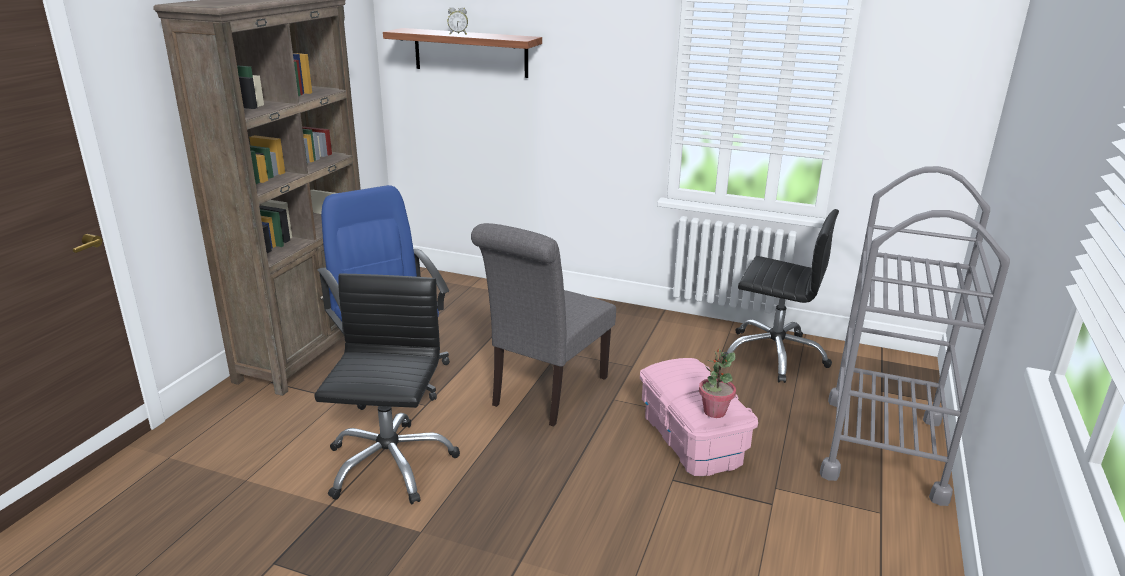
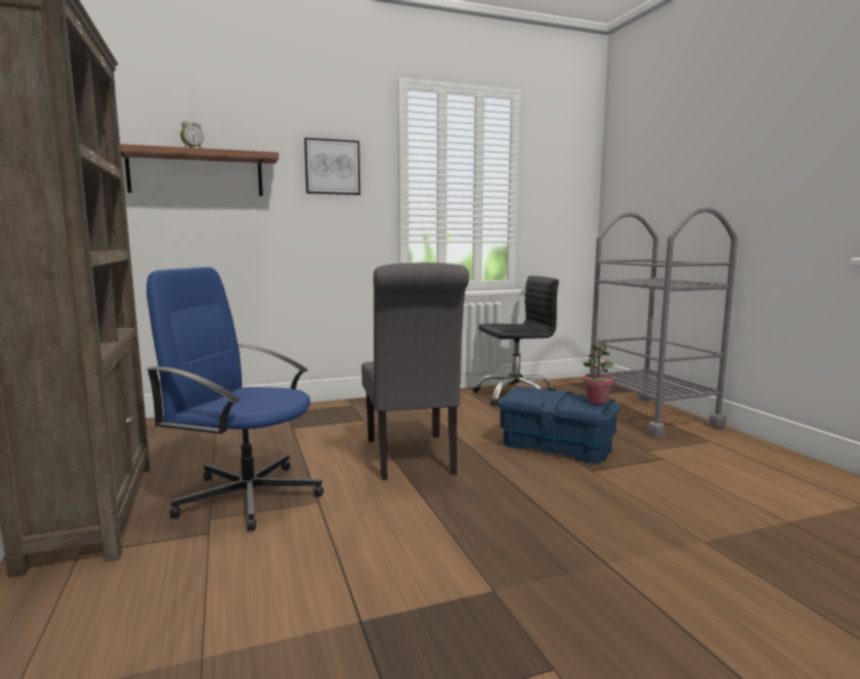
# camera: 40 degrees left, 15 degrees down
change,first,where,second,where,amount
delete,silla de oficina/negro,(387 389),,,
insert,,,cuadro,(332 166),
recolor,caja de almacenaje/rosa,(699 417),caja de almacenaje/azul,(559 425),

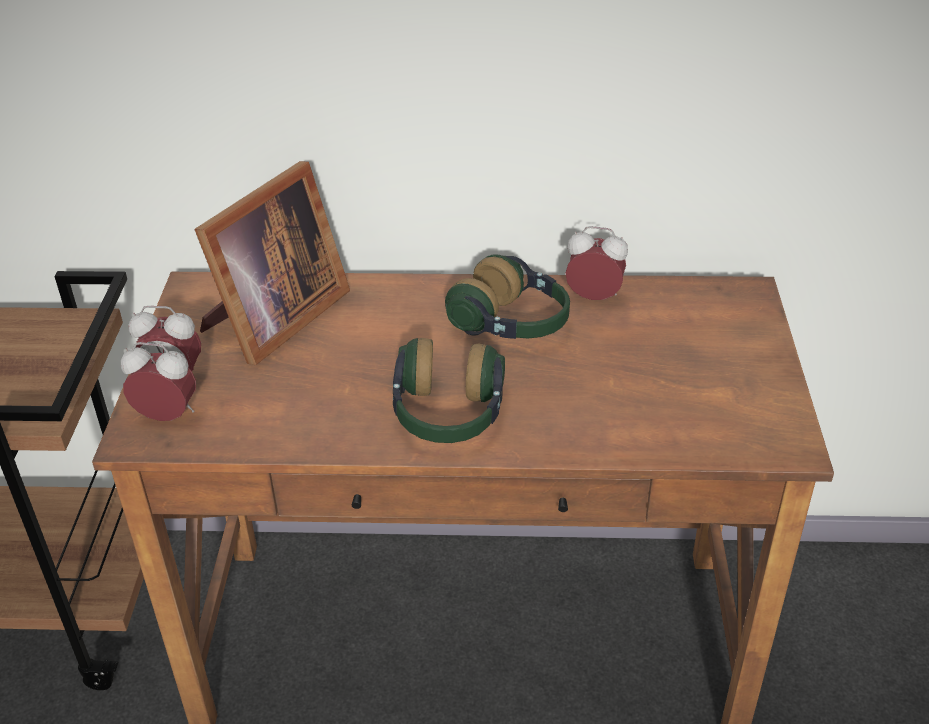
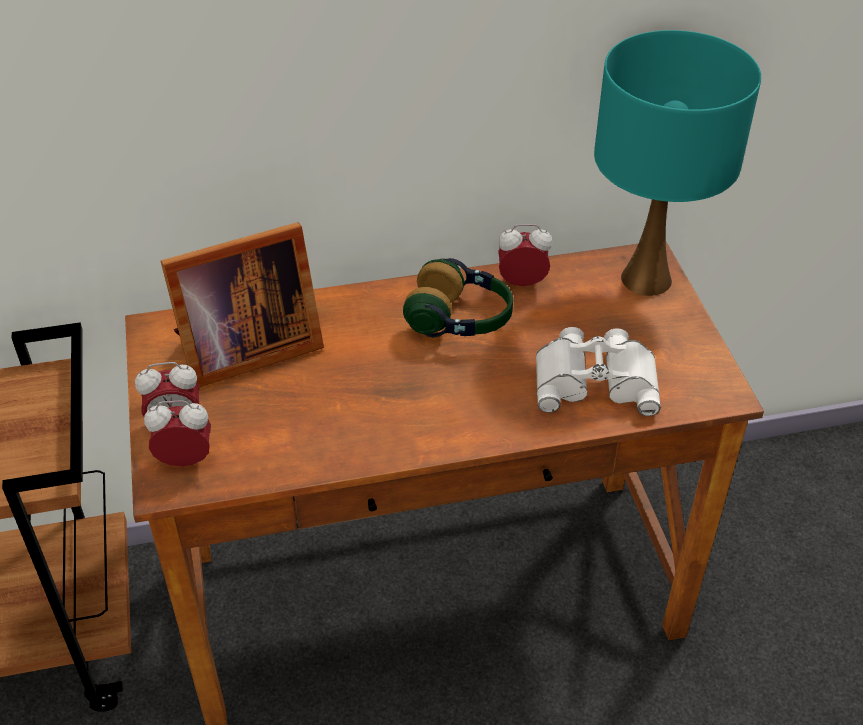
# camera: 15 degrees left, 5 degrees up
change,first,where,second,where,amount
delete,auriculares,(449 390),,,
insert,,,prismáticos/blanco,(598 371),
insert,,,lámpara de mesa/turquesa,(677 163),
rotate,portarretratos,(272 263),,(242 304),45 degrees clockwise

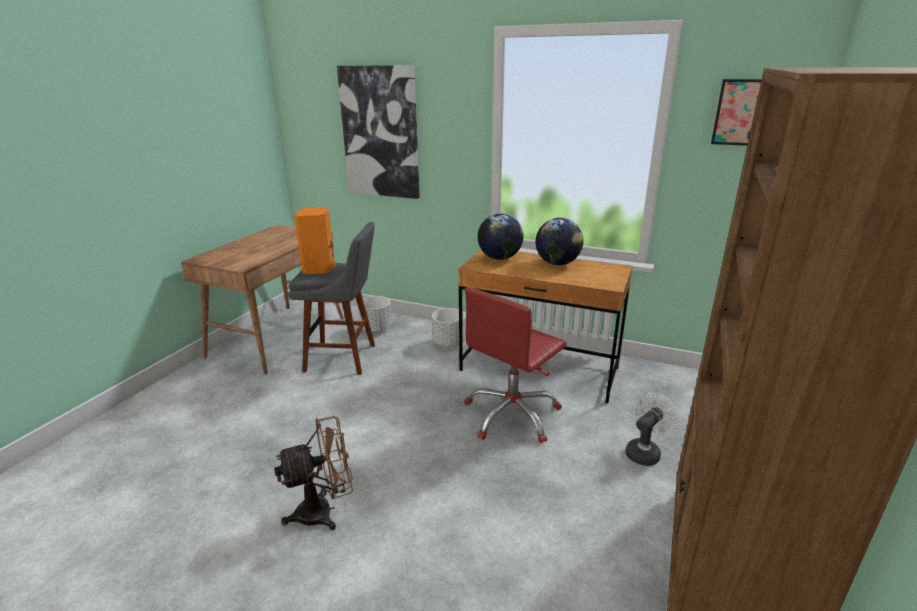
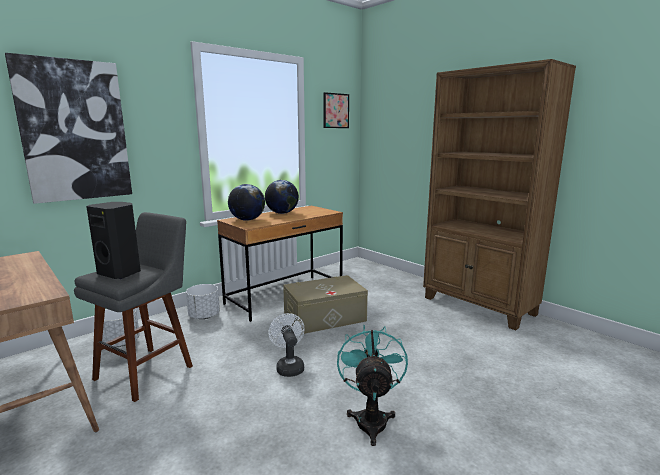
# camera: 65 degrees left, 10 degrees down
change,first,where,second,where,amount
move,ventilador/blanco,(652 429),,(287 345),
replace,silla de oficina/rojo,(515 365),caja de almacenaje/beis,(325 304),
recolor,ventilador/marrón,(313 473),ventilador/turquesa,(372 385),
recolor,altavoz/naranja,(314 240),altavoz/negro,(113 240),

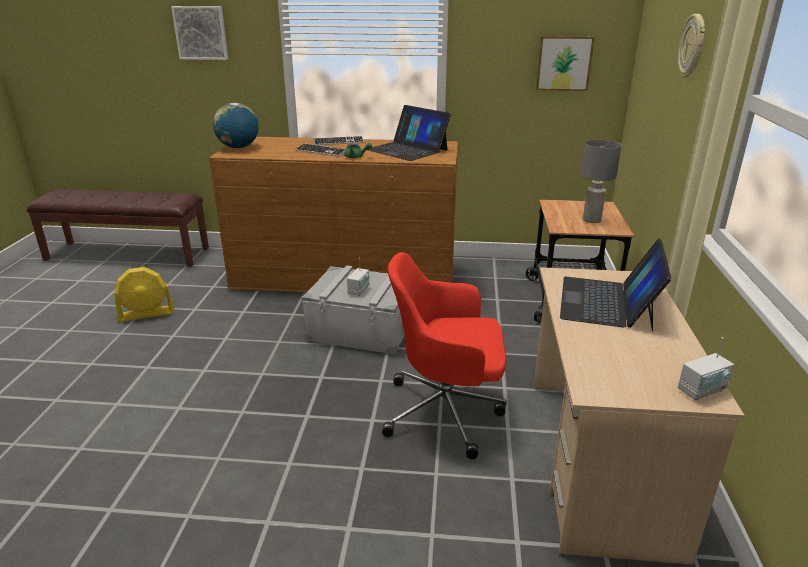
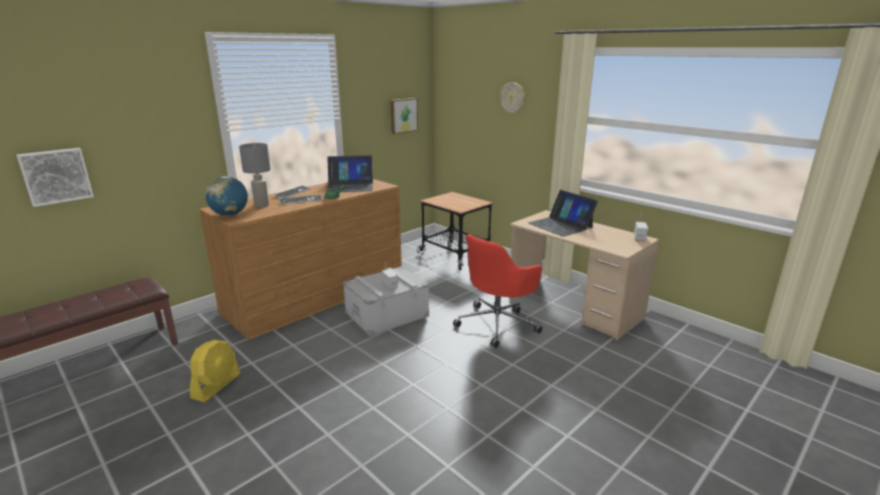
# camera: 50 degrees left, 5 degrees down
change,first,where,second,where,amount
move,cuadro,(199 33),,(55 177),
move,lámpara de mesa/gris,(601 181),,(255 175),

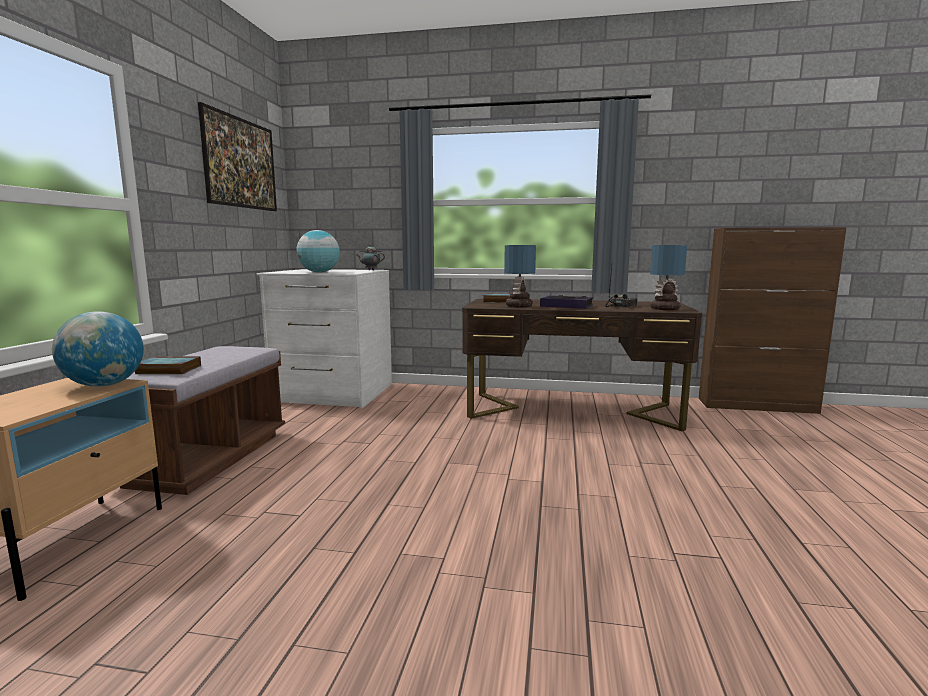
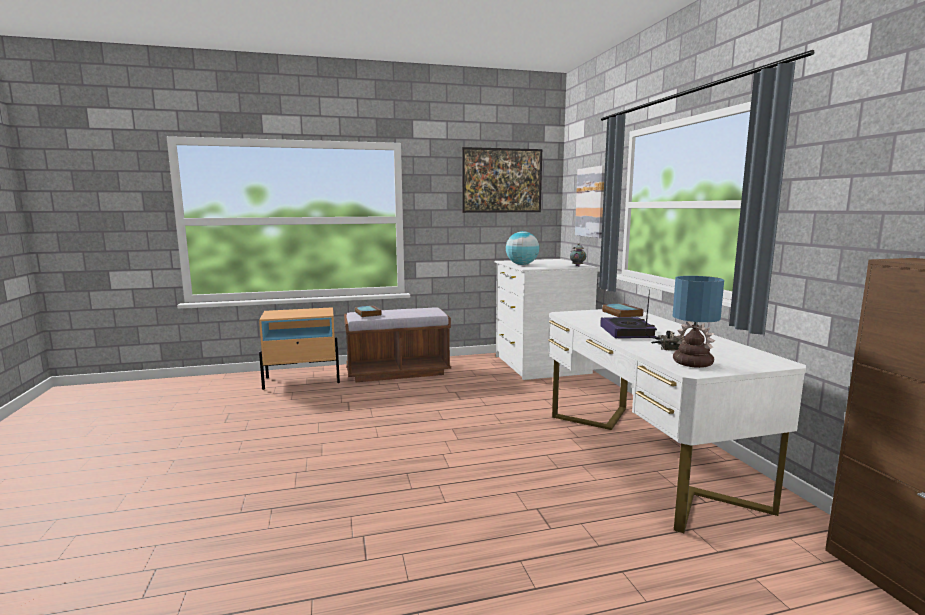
# camera: 65 degrees right, 0 degrees up
change,first,where,second,where,amount
delete,globo terráqueo,(98 349),,,
delete,lámpara de mesa,(520 276),,,
insert,,,cuadro,(590 201),
recolor,escritorio/marrón,(582 365),escritorio/blanco,(677 421),

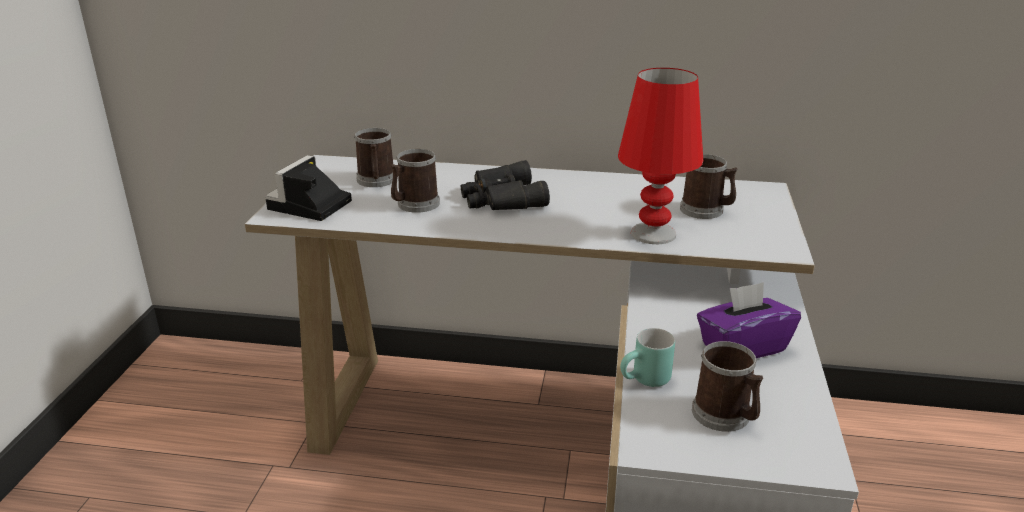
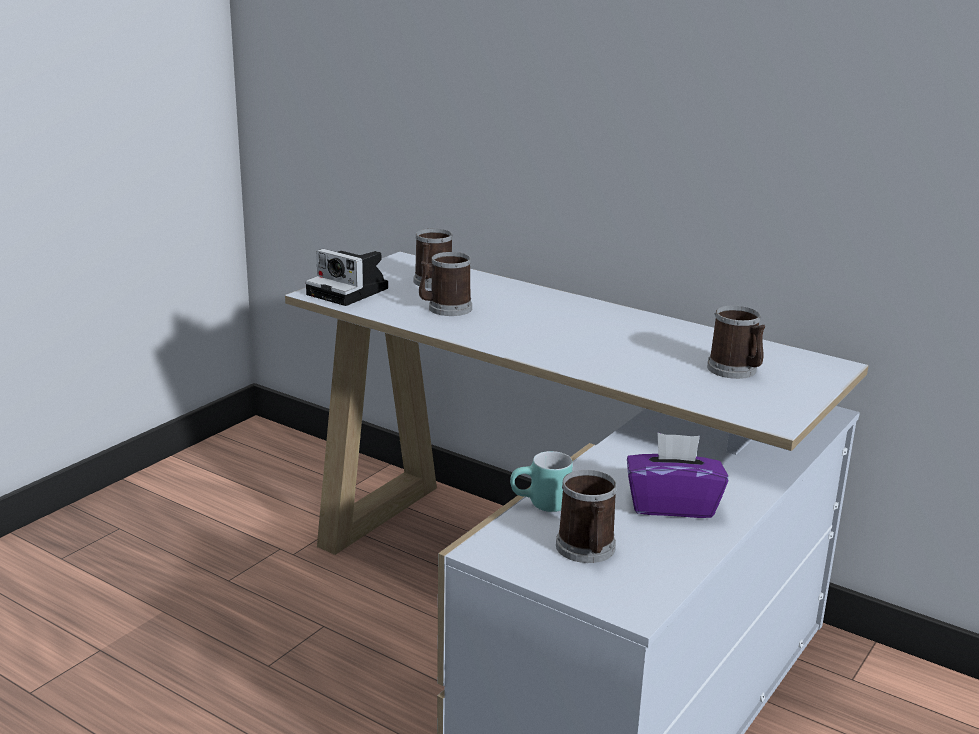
# camera: 25 degrees right, 5 degrees down
change,first,where,second,where,amount
delete,prismáticos/negro,(505 185),,,
delete,lámpara de mesa/rojo,(660 156),,,
rotate,cámara,(308 188),,(347 277),105 degrees counterclockwise

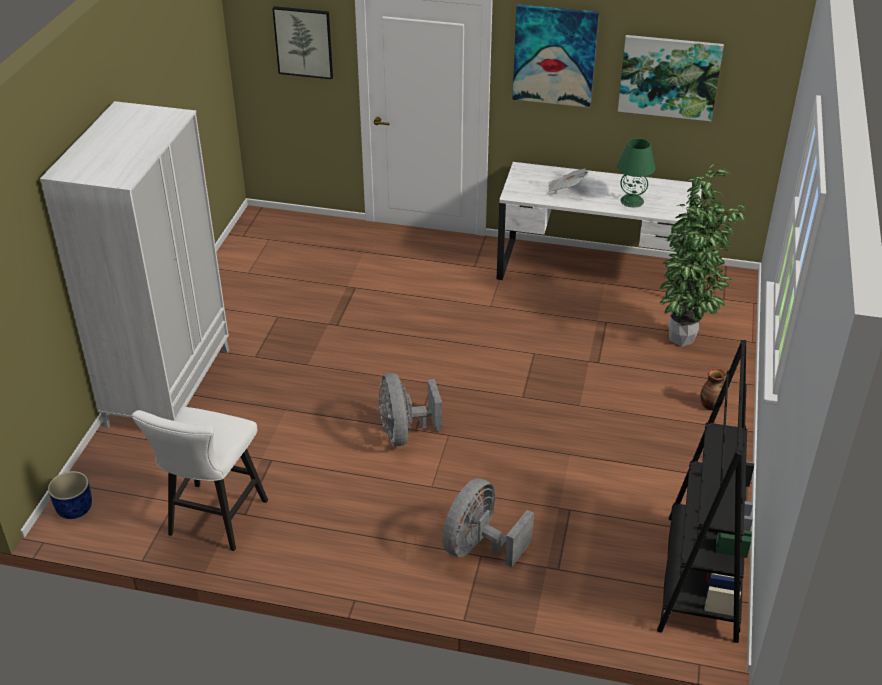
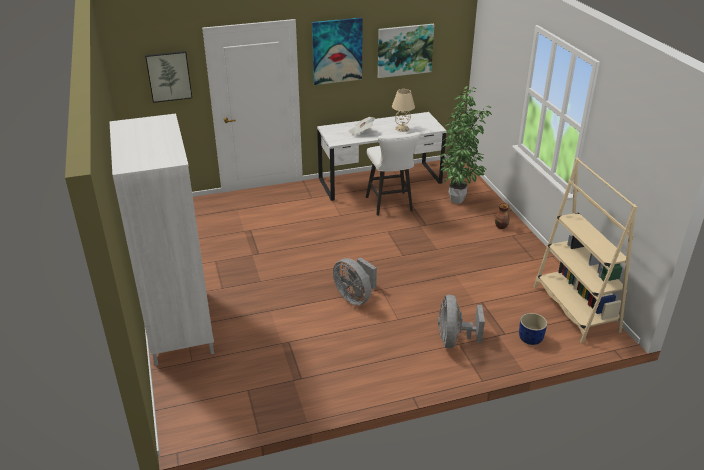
# camera: 30 degrees left, 5 degrees down
change,first,where,second,where,amount
move,maceta/azul,(70 495),,(533 329),
move,taburete/blanco,(200 479),,(393 174),
recolor,lámpara de mesa/verde,(636 172),lámpara de mesa/beis,(403 110),
recolor,estantería/negro,(705 491),estantería/beis,(586 250),

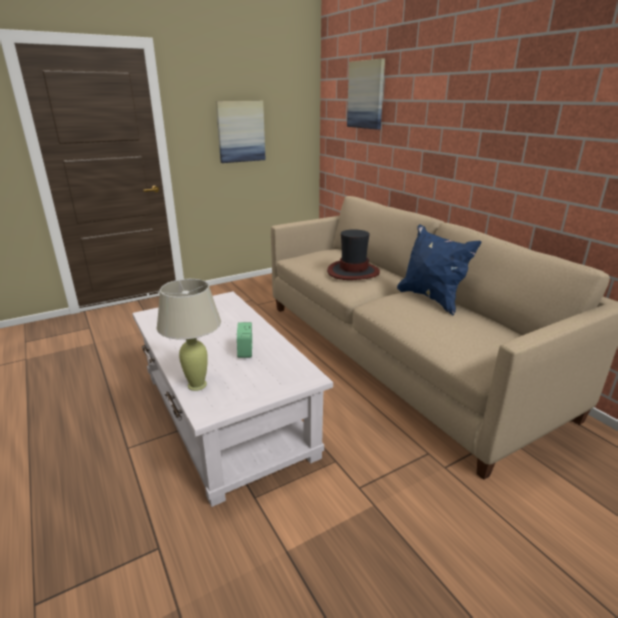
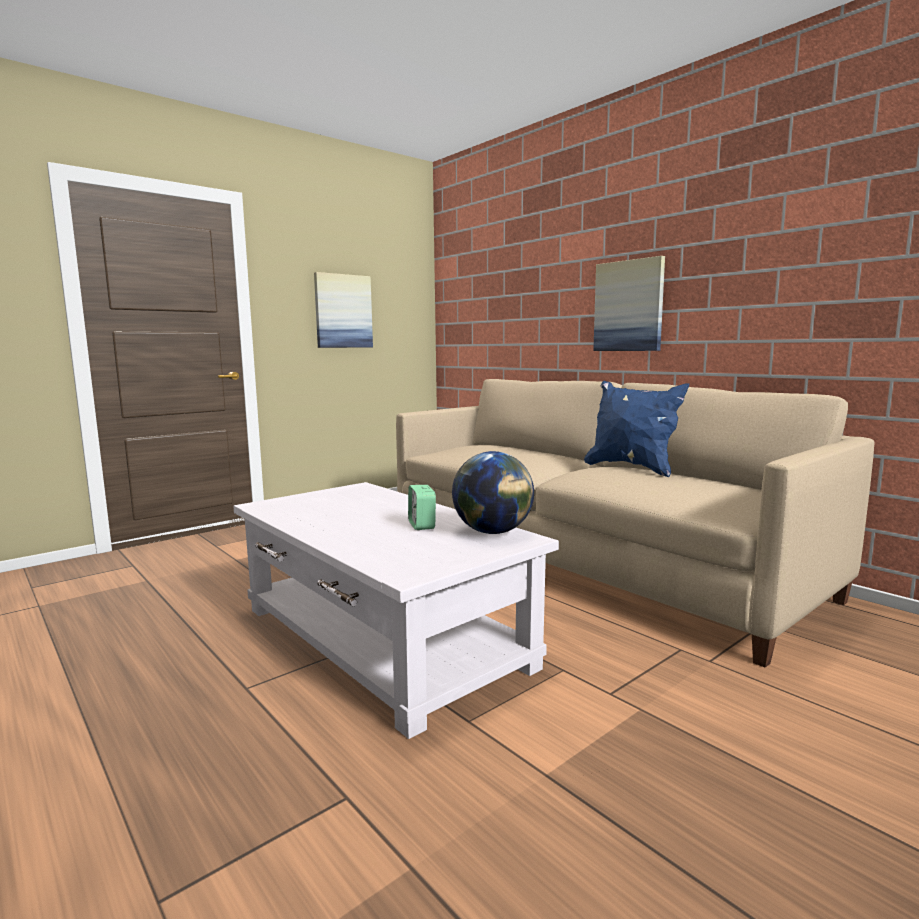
# camera: 10 degrees left, 15 degrees down
change,first,where,second,where,amount
delete,lámpara de mesa/beis,(189 335),,,
delete,sombrero,(353 254),,,
insert,,,globo terráqueo,(493 492),
move,cuadro,(366 94),,(629 303),

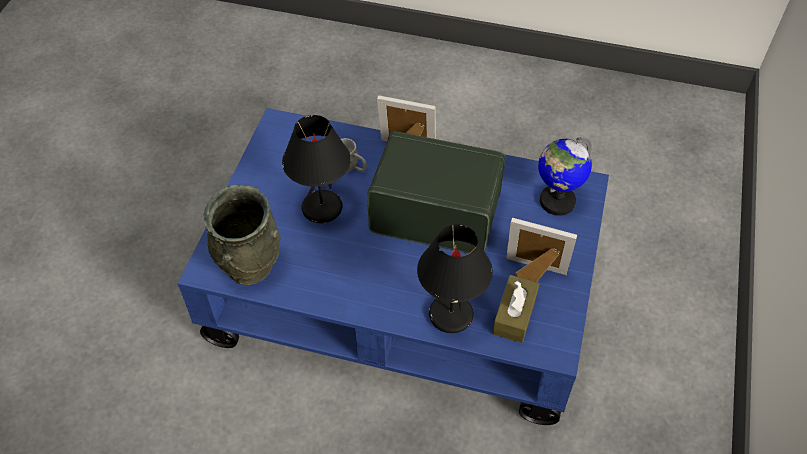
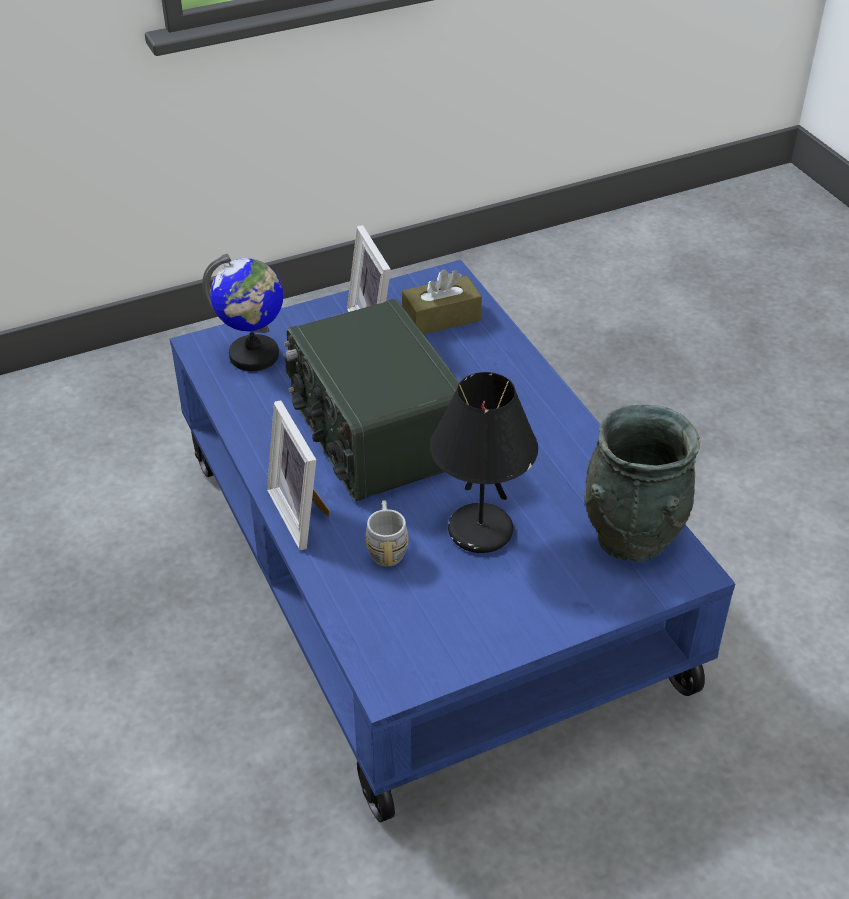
# camera: 130 degrees left, 10 degrees down
change,first,where,second,where,amount
delete,lámpara de mesa/negro,(455 278),,,

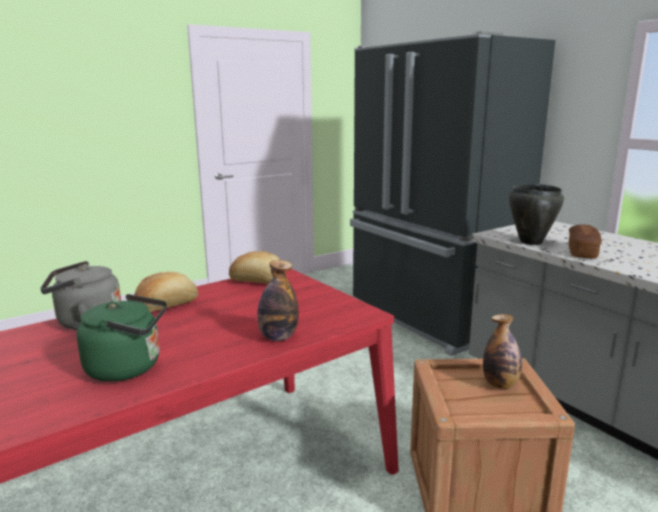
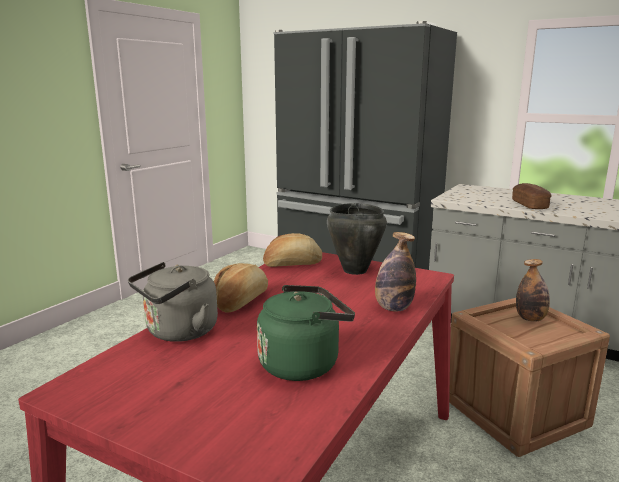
# camera: 25 degrees left, 0 degrees up
change,first,where,second,where,amount
move,olla/negro,(536 214),,(357 239),

